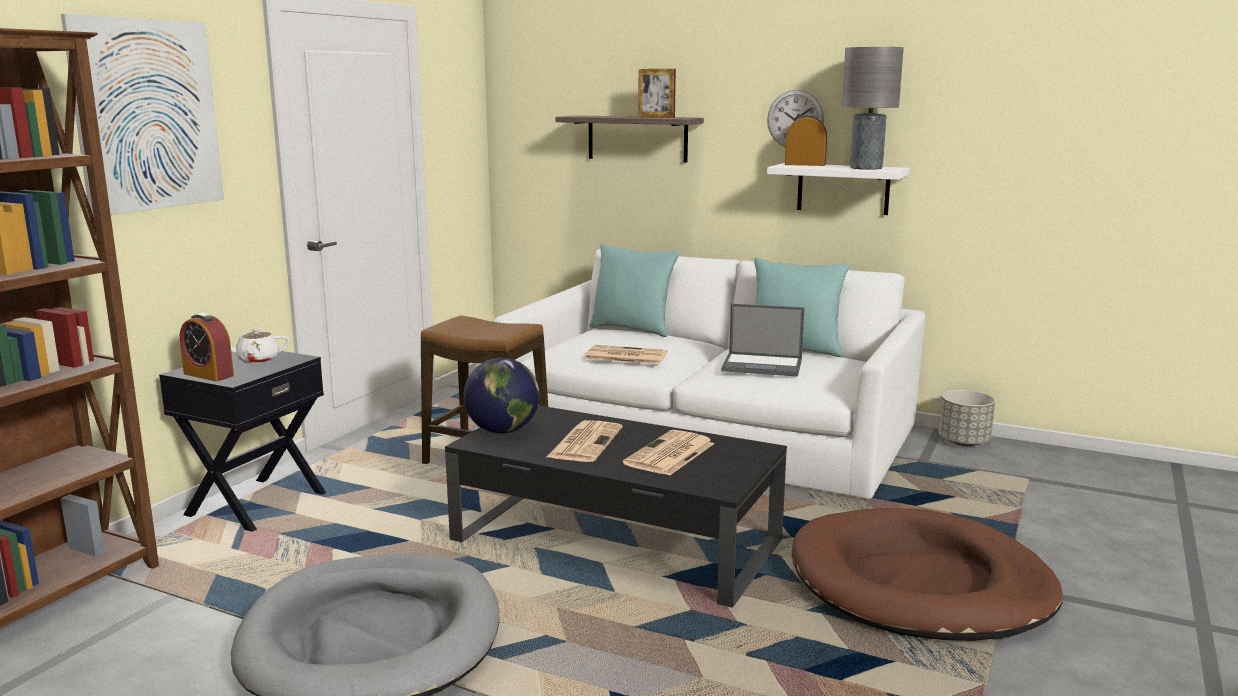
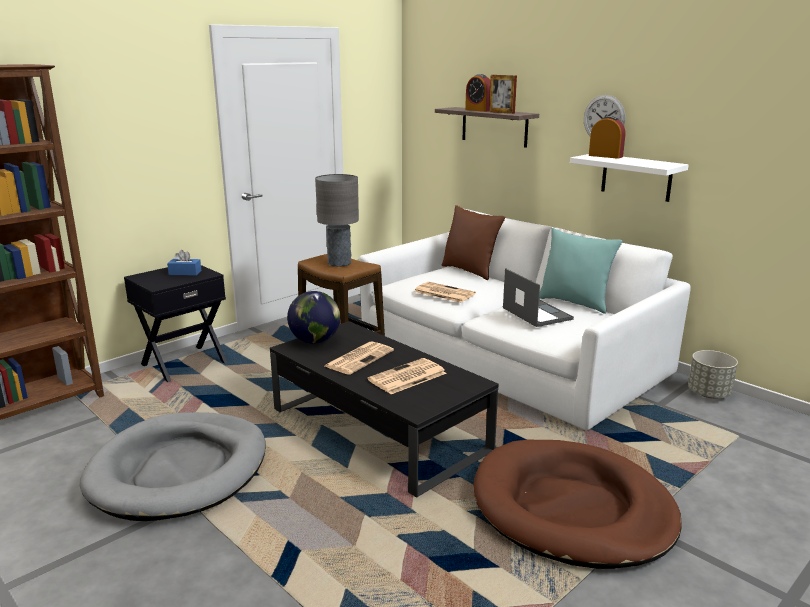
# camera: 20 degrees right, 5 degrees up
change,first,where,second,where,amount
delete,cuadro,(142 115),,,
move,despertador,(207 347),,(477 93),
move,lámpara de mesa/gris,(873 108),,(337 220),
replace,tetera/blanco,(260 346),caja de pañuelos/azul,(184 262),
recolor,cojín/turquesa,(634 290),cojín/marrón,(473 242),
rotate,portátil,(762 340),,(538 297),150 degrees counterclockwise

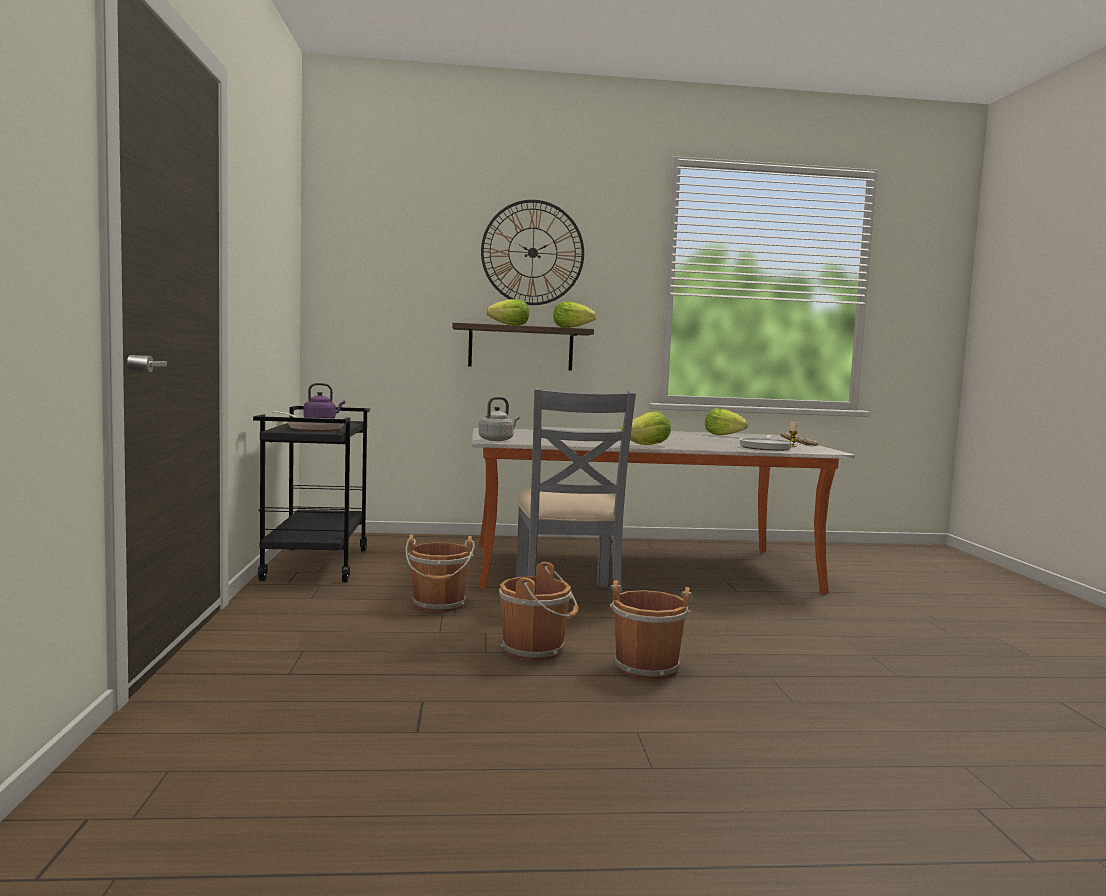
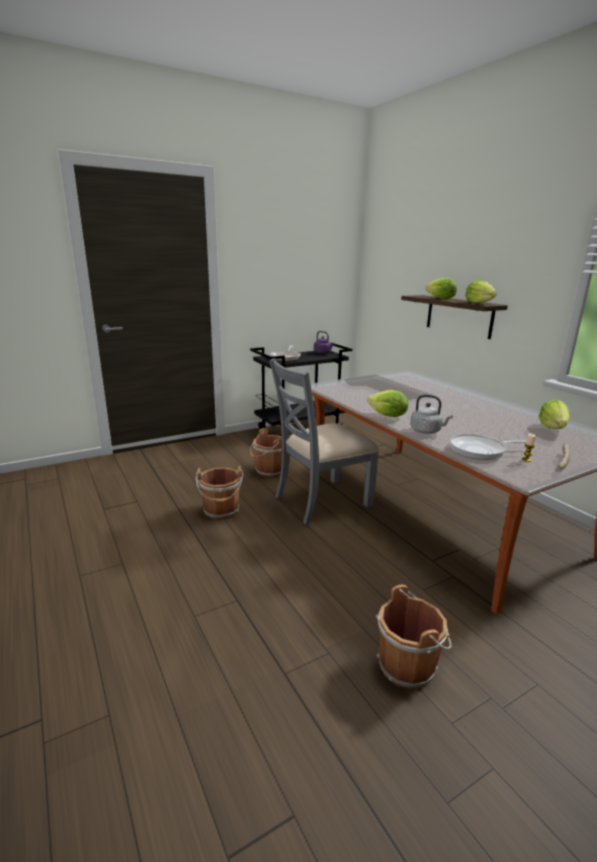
# camera: 65 degrees right, 15 degrees up
change,first,where,second,where,amount
delete,reloj de pared,(532 252),,,
move,hervidor/gris,(499 419),,(431 414),
move,cubo/marrón,(651 630),,(414 637),

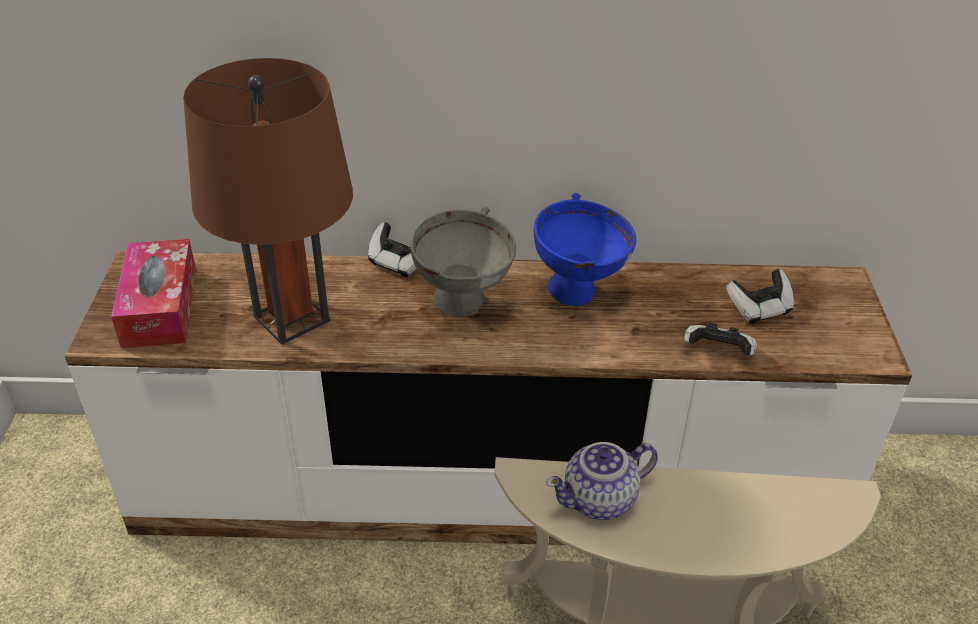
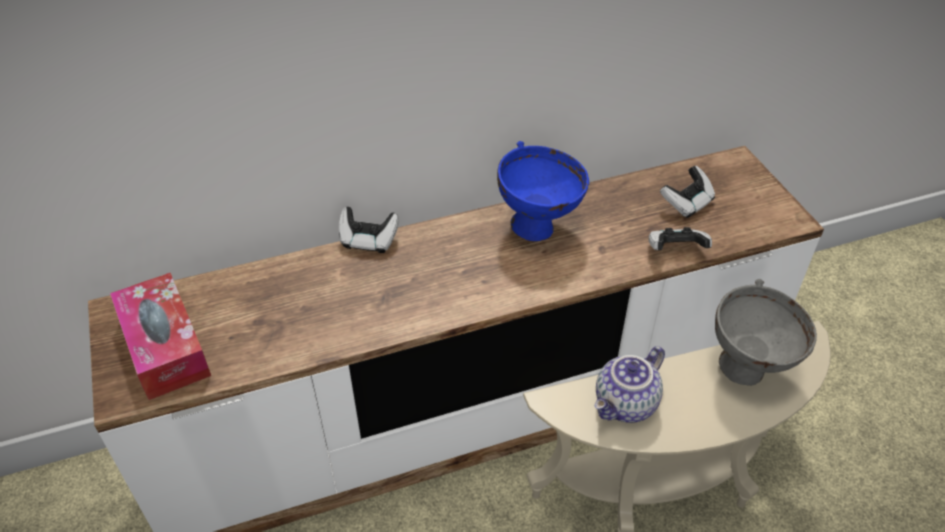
# camera: 20 degrees left, 5 degrees up
change,first,where,second,where,amount
delete,lámpara de mesa/marrón,(268 201),,,
move,cuenco/gris,(463 261),,(766 332),

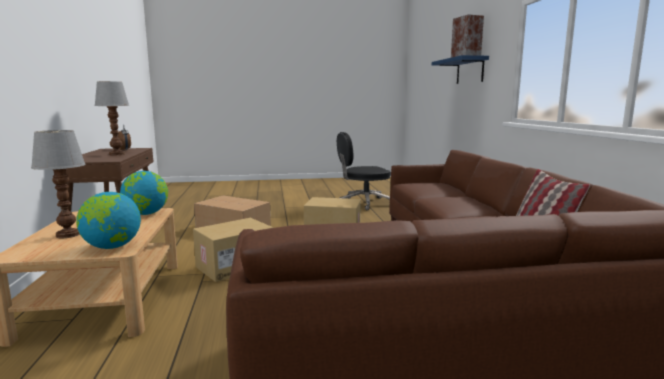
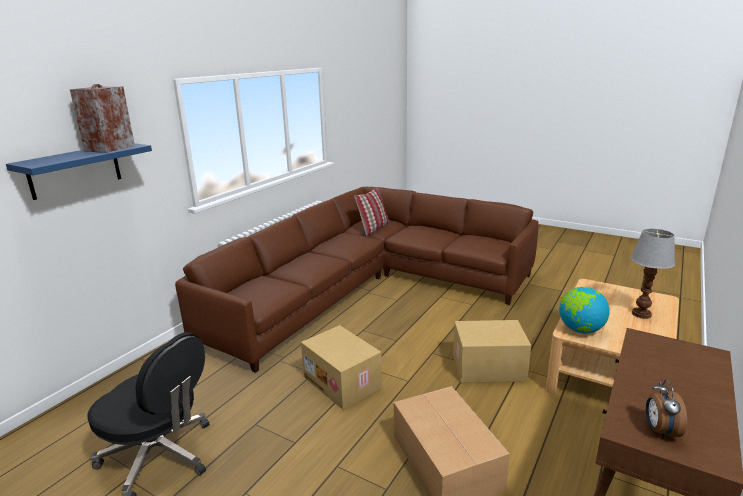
# camera: 140 degrees left, 10 degrees up
change,first,where,second,where,amount
delete,globo terráqueo,(108 220),,,
delete,lámpara de mesa,(111 118),,,

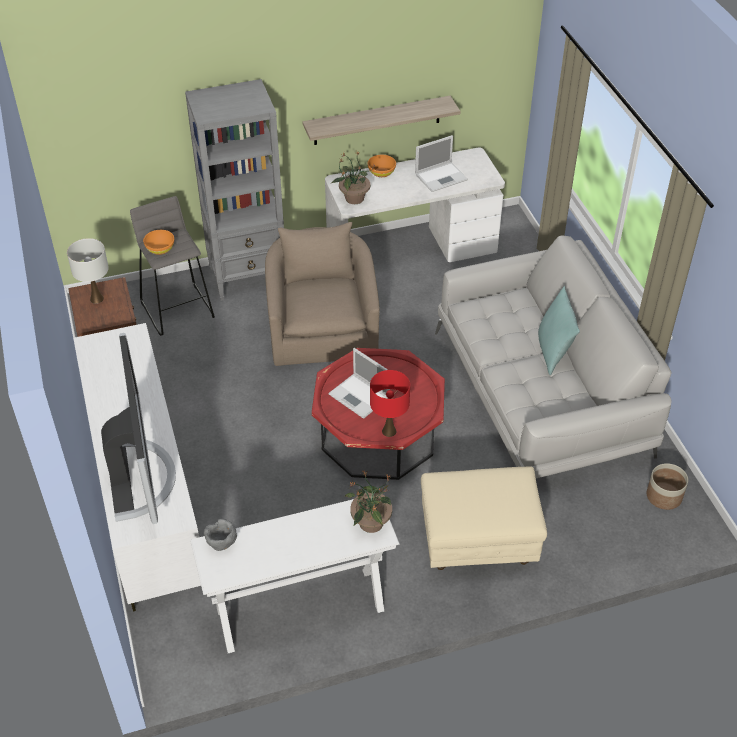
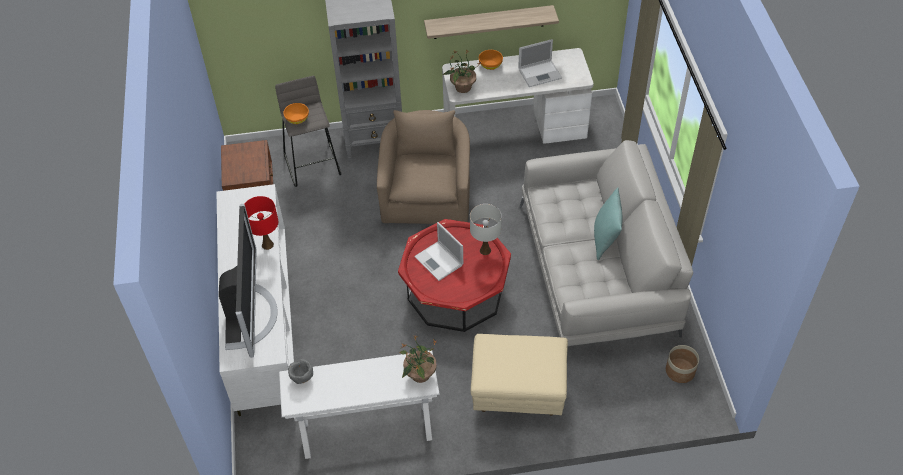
# camera: 10 degrees right, 5 degrees up
change,first,where,second,where,amount
move,lámpara de mesa/blanco,(88 271),,(485 229),
move,lámpara de mesa/rojo,(390 403),,(261 223),

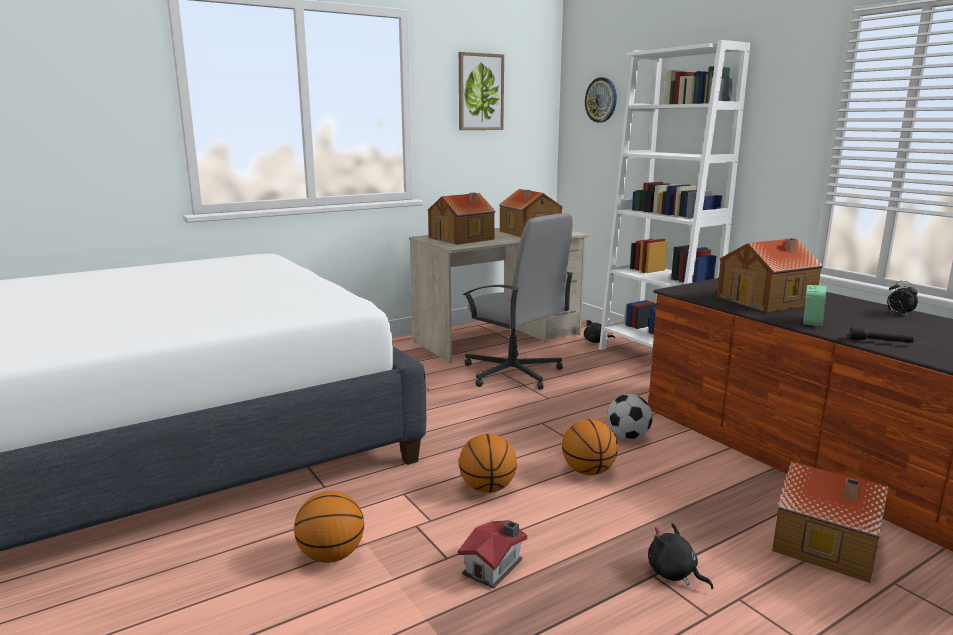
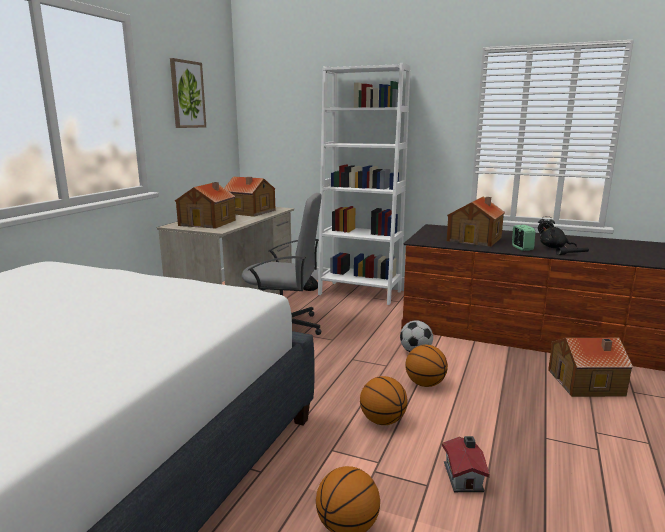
# camera: 35 degrees left, 0 degrees up
change,first,where,second,where,amount
delete,reloj de pared,(601 99),,,
move,peluche/negro,(680 556),,(558 236),

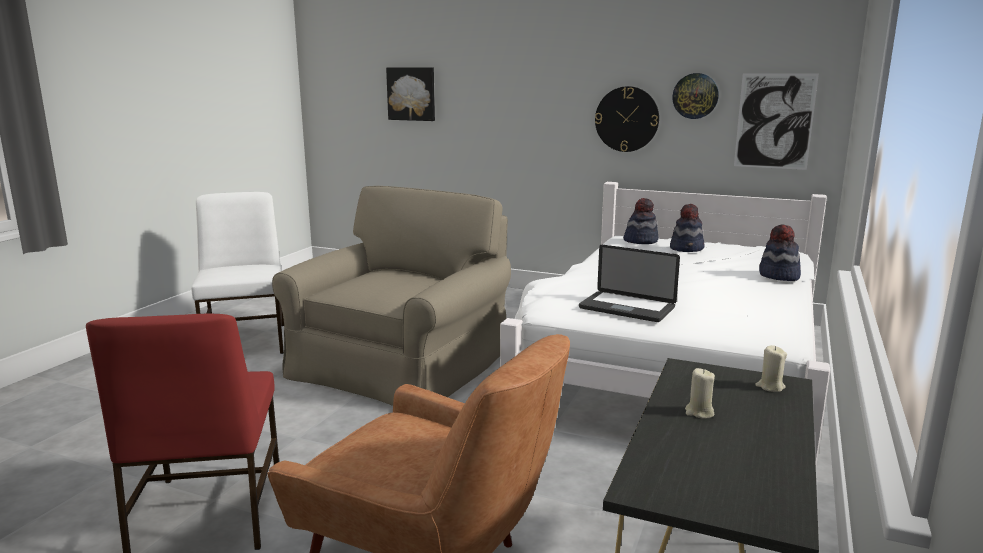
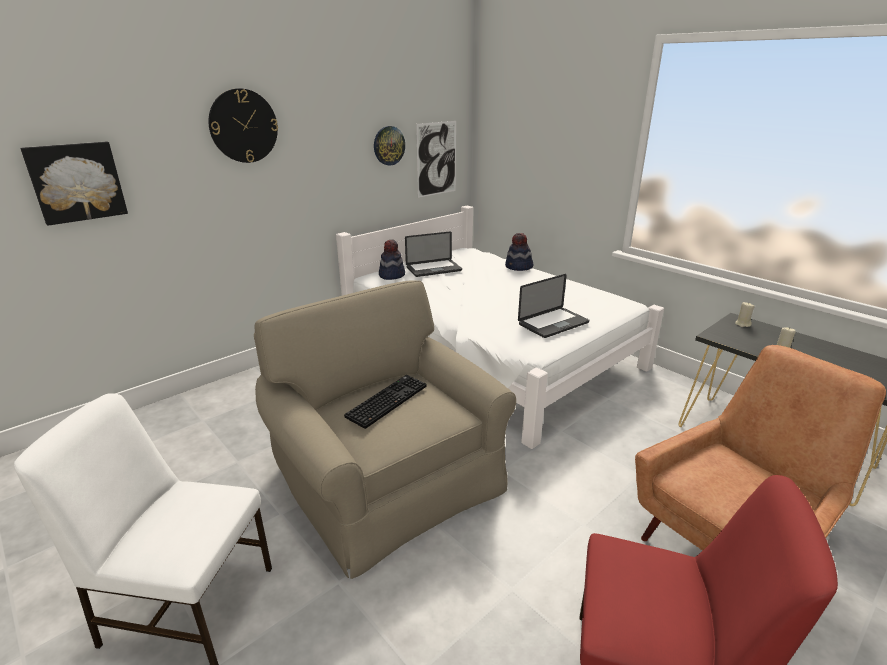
# camera: 65 degrees left, 10 degrees up
change,first,where,second,where,amount
insert,,,teclado,(385 402),
move,reloj de pared,(627 119),,(243 125),
replace,sombrero,(687 228),portátil,(433 254),

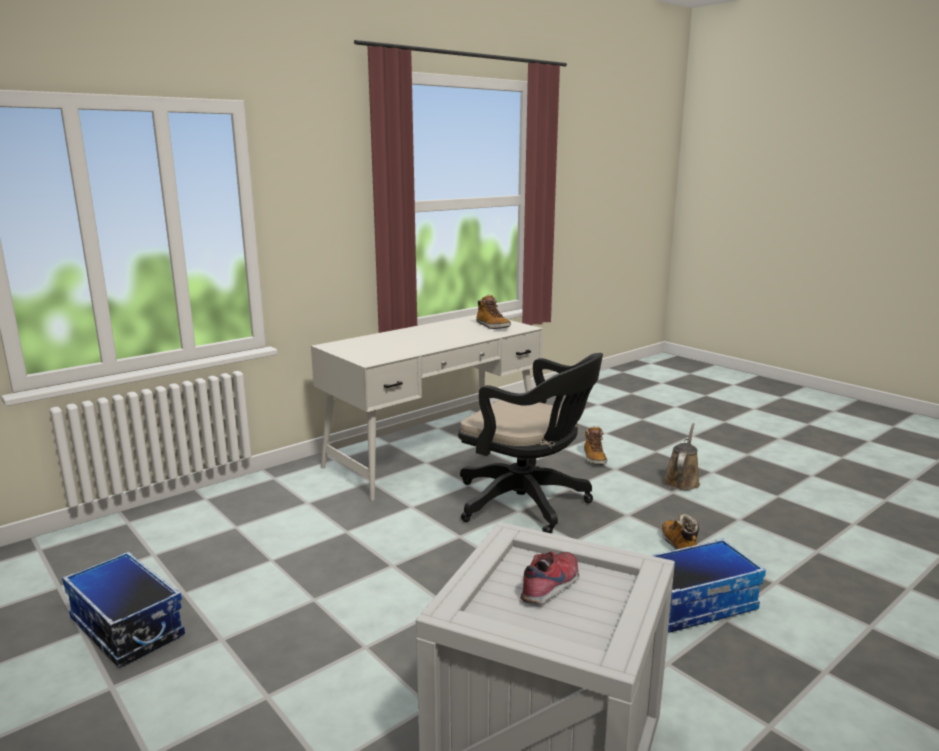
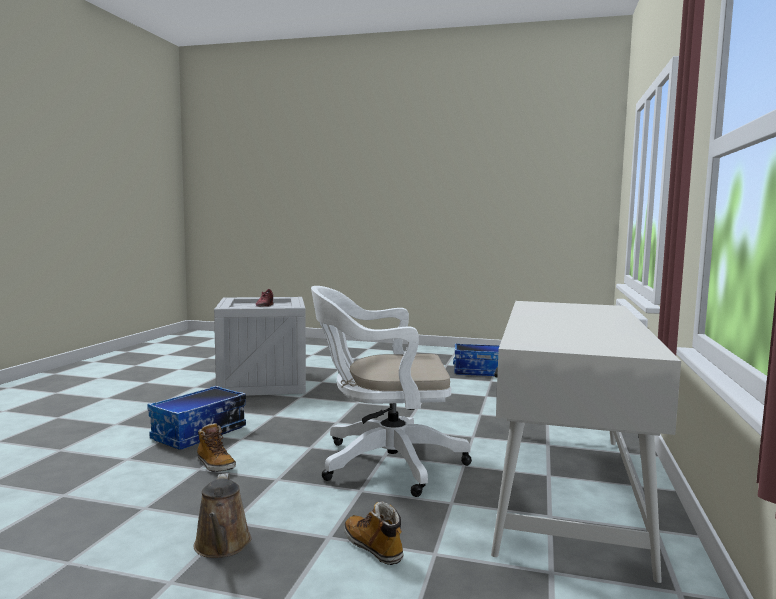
# camera: 145 degrees right, 10 degrees down
change,first,where,second,where,amount
delete,bota,(493 312),,,
recolor,silla de oficina/negro,(530 443),silla de oficina/blanco,(391 391),

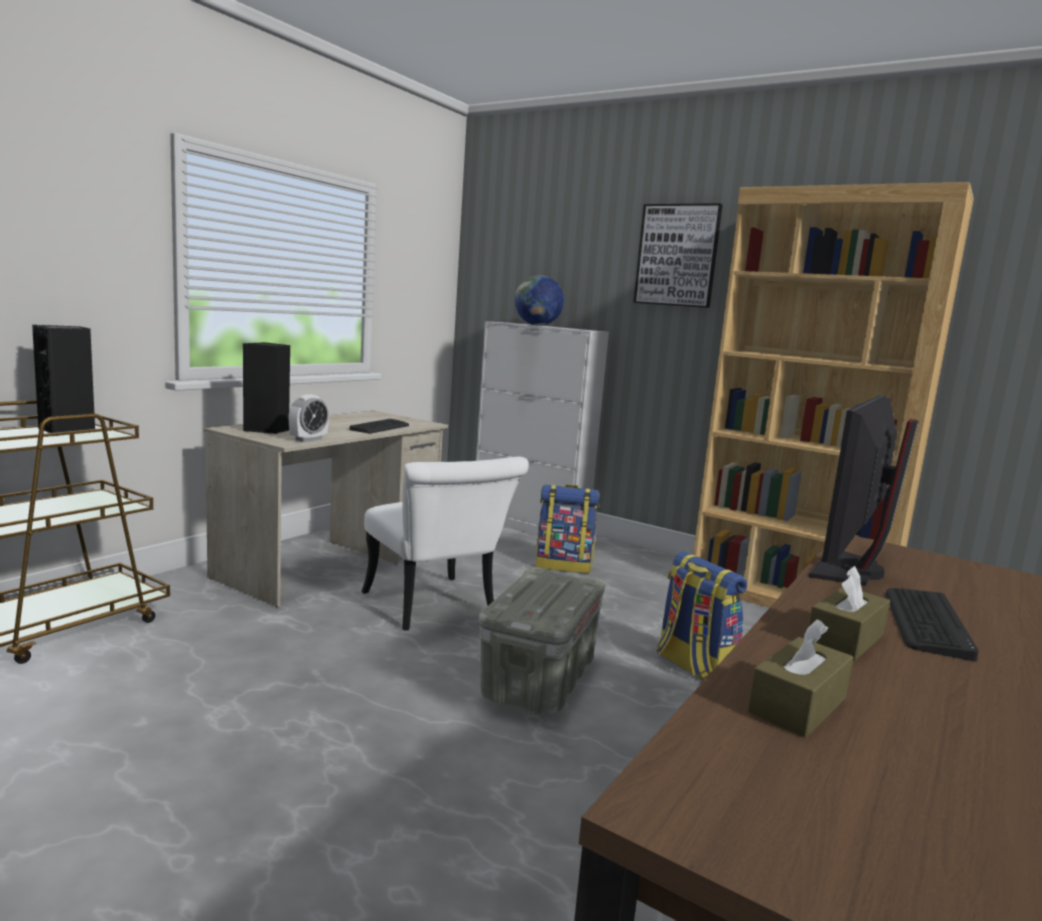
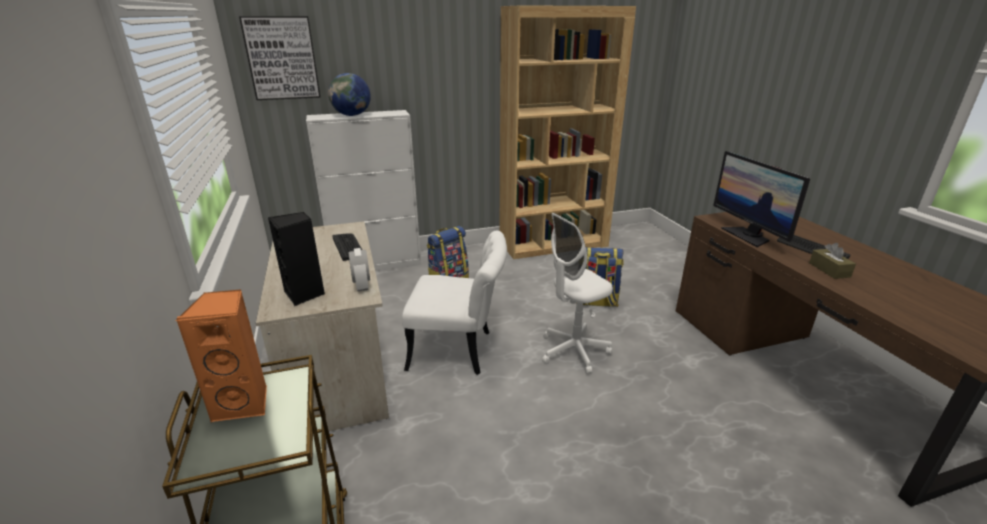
# camera: 50 degrees left, 15 degrees up
change,first,where,second,where,amount
delete,caja de pañuelos/marrón,(800 679),,,
move,cuadro,(678 255),,(279 58),
replace,caja de almacenaje/gris,(541 641),silla de oficina/blanco,(577 293),
recolor,altavoz/negro,(63 380),altavoz/naranja,(221 355),

